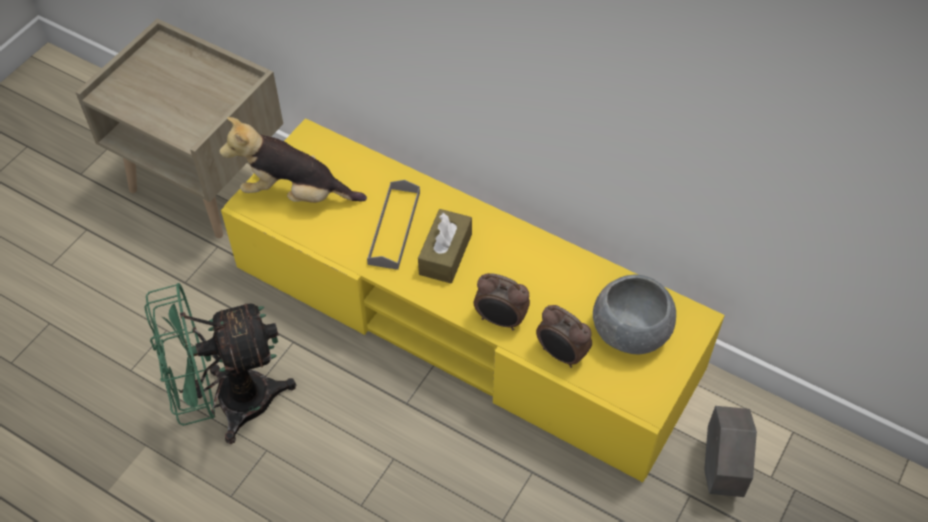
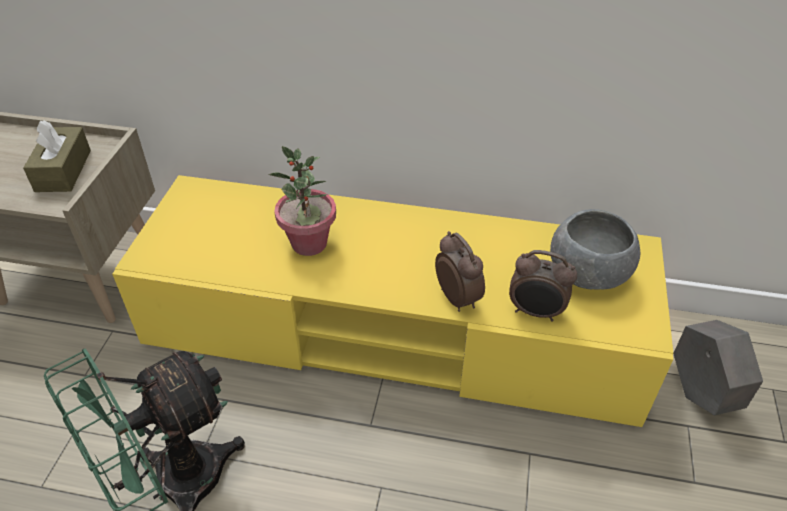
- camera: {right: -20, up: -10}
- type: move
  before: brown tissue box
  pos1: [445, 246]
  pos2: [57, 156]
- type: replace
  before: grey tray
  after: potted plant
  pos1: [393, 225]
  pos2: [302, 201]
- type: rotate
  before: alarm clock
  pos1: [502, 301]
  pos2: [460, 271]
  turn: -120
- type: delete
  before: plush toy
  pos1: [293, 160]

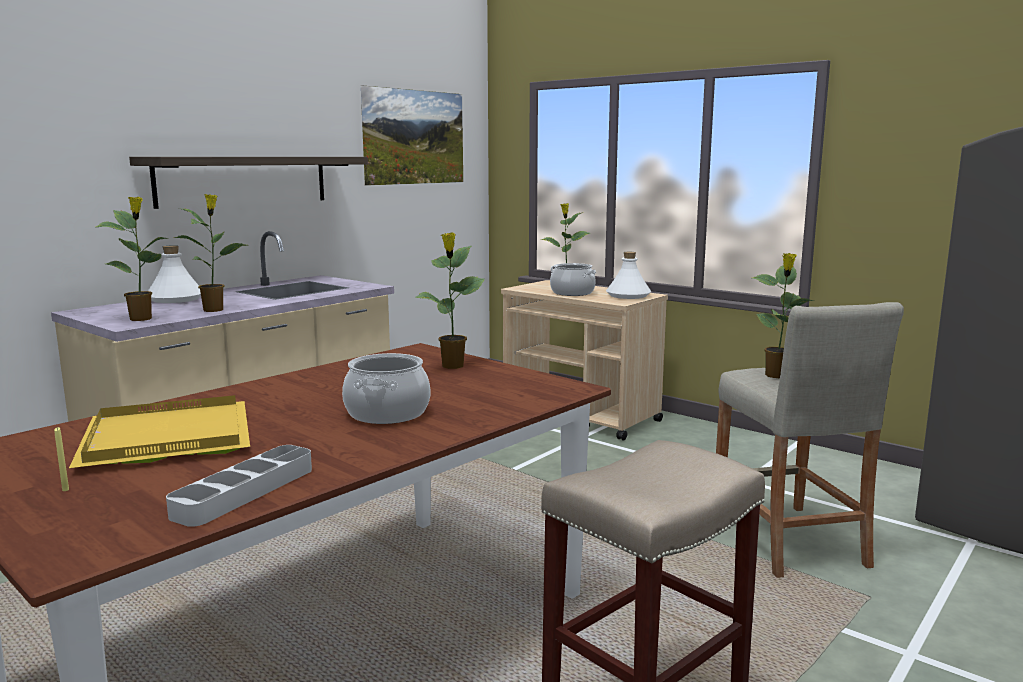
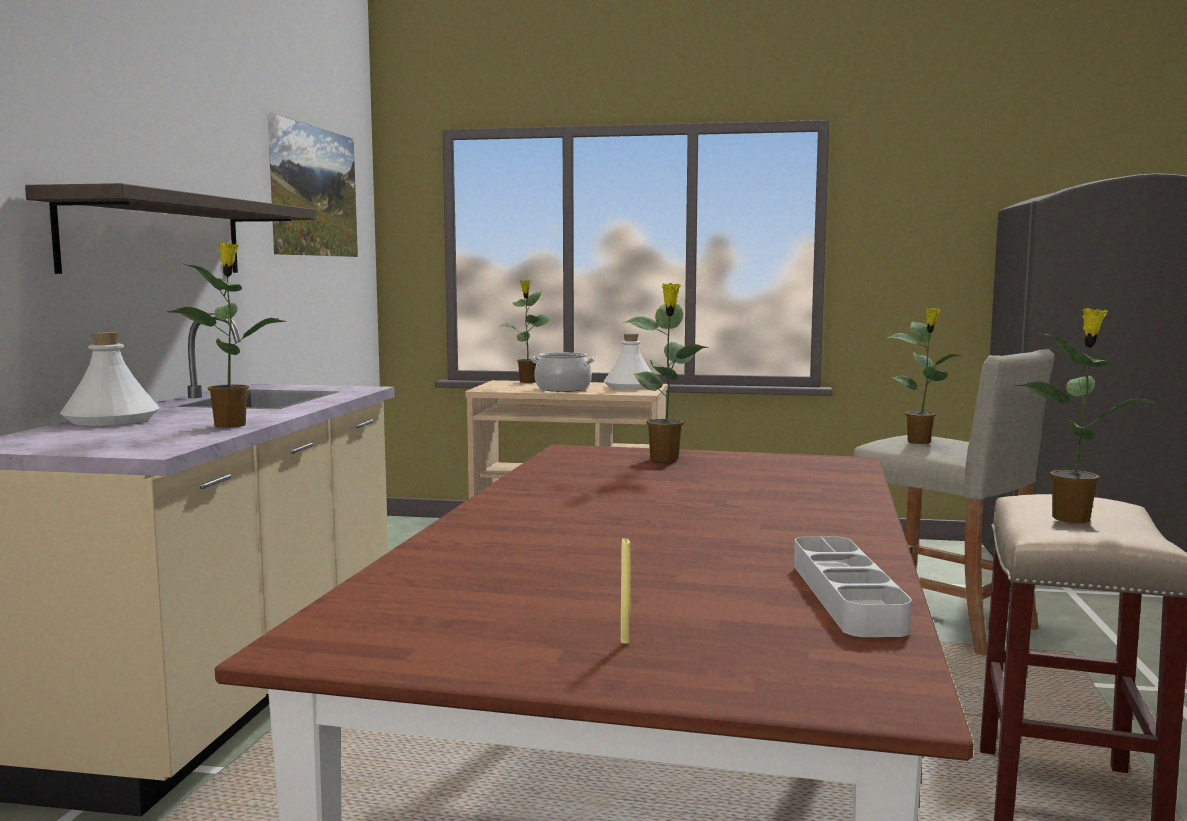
- camera: {right: -30, up: -5}
- type: move
  before: potted plant
  pos1: [131, 259]
  pos2: [1084, 415]
- type: delete
  before: yellow tray
  pos1: [159, 431]
- type: delete
  before: cooking pot
  pos1: [386, 388]

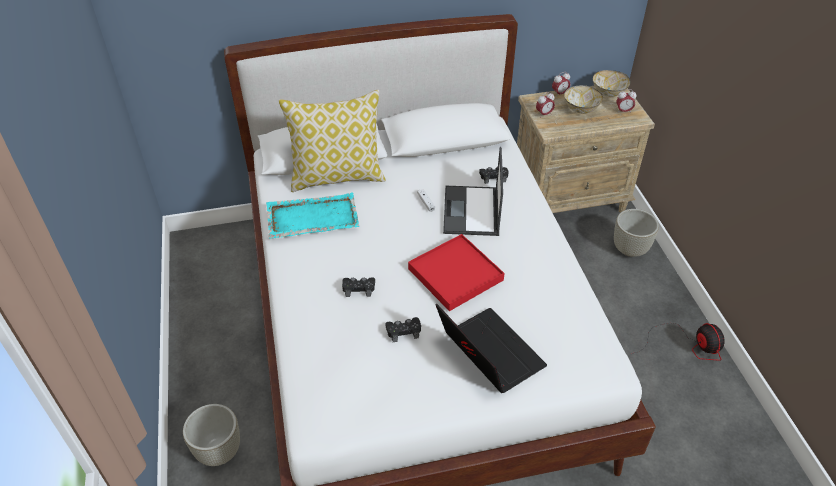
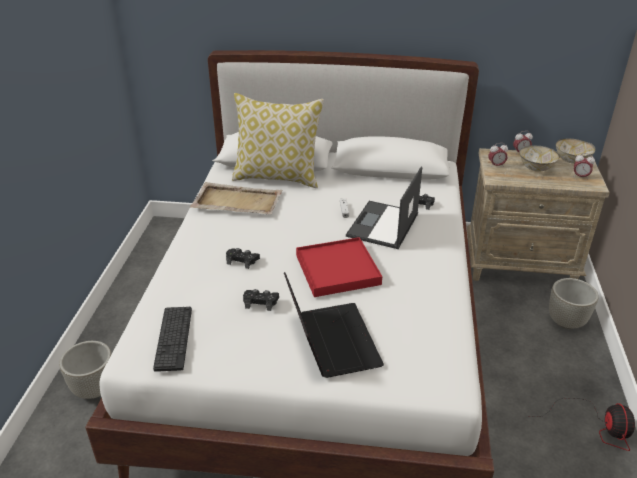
- camera: {right: 20, up: -10}
- type: insert
  after: keyboard
  pos2: [172, 339]
- type: recolor
  before: turquoise tray
  after: beige tray
  pos1: [313, 215]
  pos2: [236, 198]

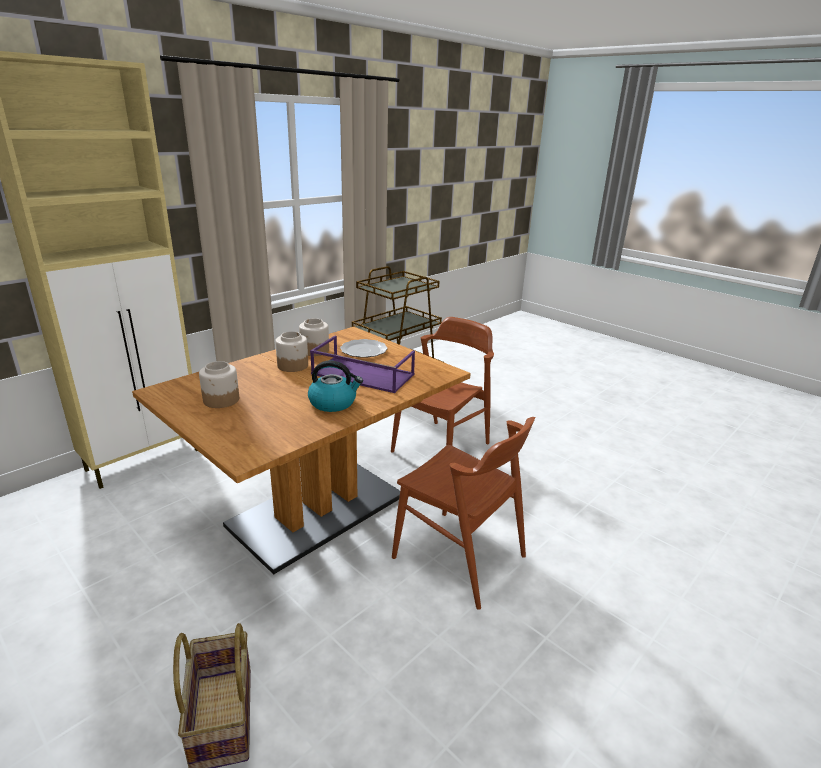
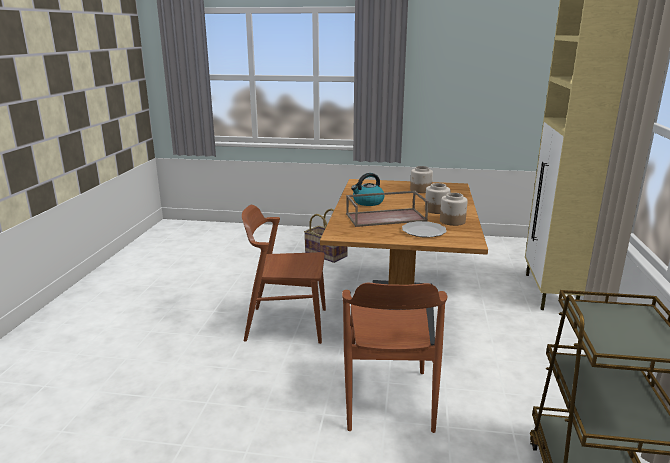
- camera: {right: 145, up: -5}
- type: recolor
  before: purple tray
  after: brown tray
  pos1: [362, 364]
  pos2: [387, 209]

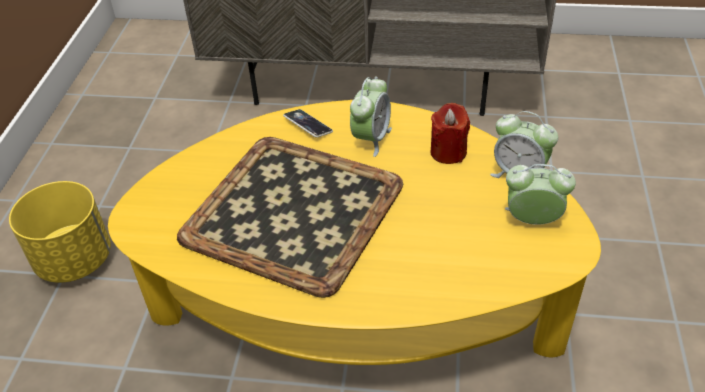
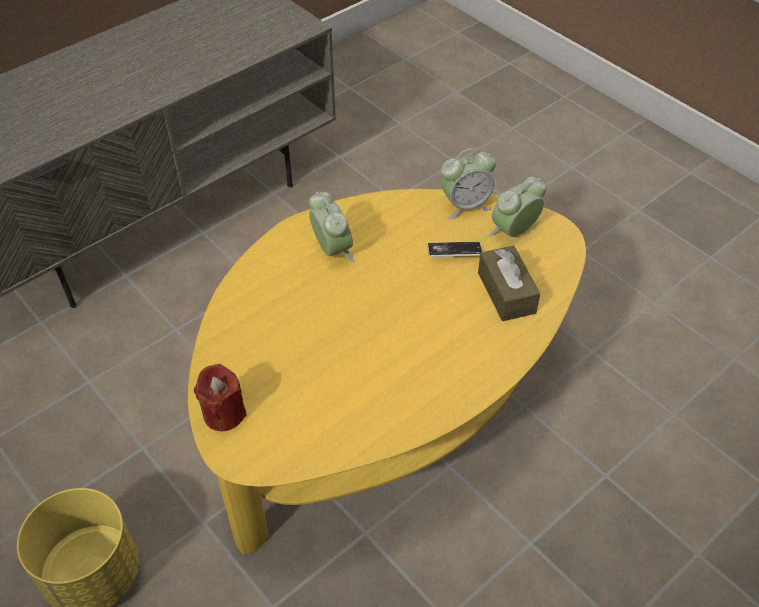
- camera: {right: -50, up: 5}
- type: move
  before: red candle
  pos1: [450, 133]
  pos2: [220, 397]
- type: move
  before: phone
  pos1: [308, 123]
  pos2: [455, 249]
- type: insert
  after: brown tissue box
  pos2: [509, 283]
- type: delete
  before: tray
  pos1: [290, 217]

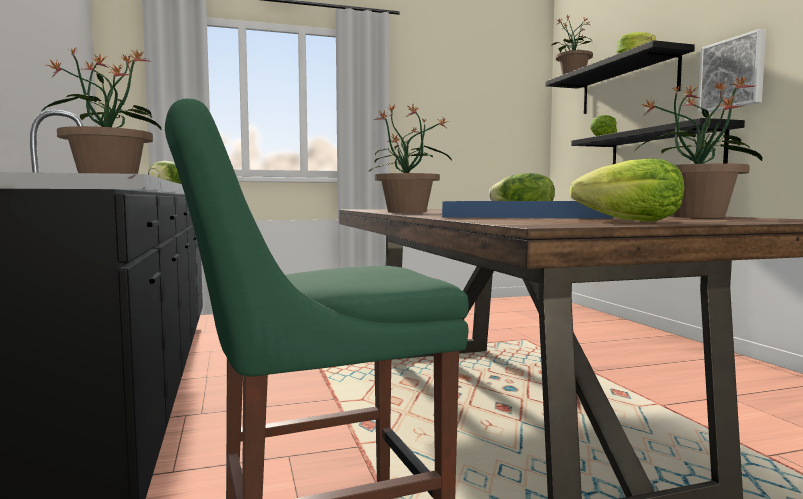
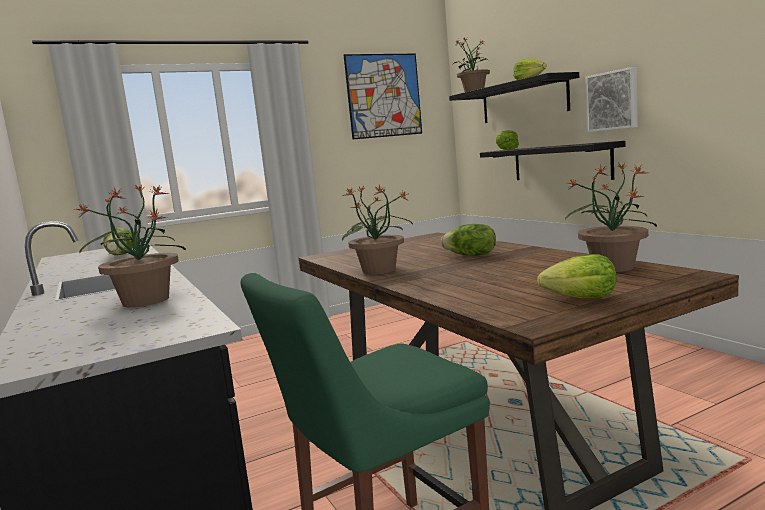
- camera: {right: -10, up: 5}
- type: insert
  after: picture
  pos2: [383, 97]
- type: delete
  before: blue tray
  pos1: [527, 210]

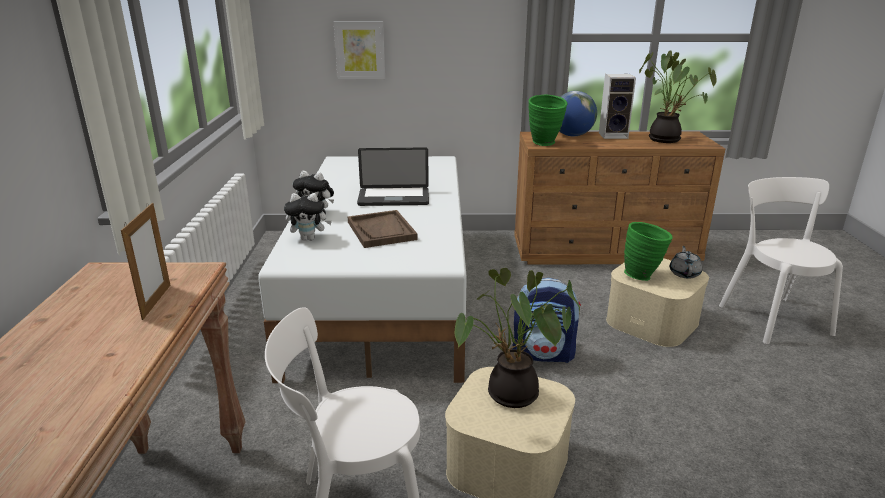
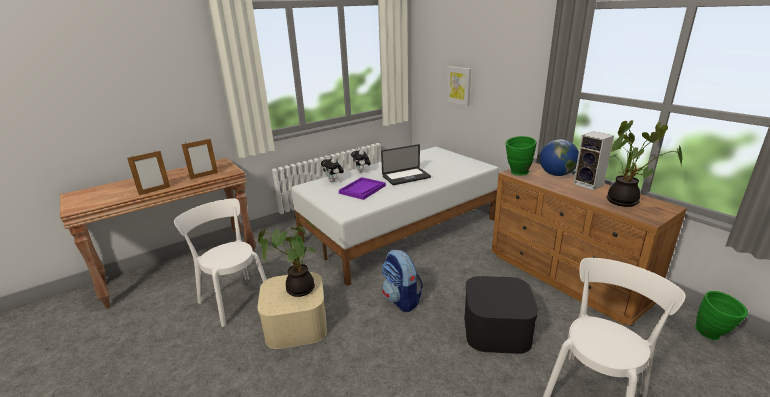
- camera: {right: 55, up: 0}
- type: insert
  after: picture frame
  pos2: [148, 172]
- type: recolor
  before: brown tray
  after: purple tray
  pos1: [383, 229]
  pos2: [362, 188]
- type: rotate
  before: laptop
  pos1: [393, 177]
  pos2: [406, 164]
  turn: -75
- type: recolor
  before: beige storage box
  after: black storage box
  pos1: [657, 302]
  pos2: [501, 315]
- type: move
  before: green vase
  pos1: [648, 251]
  pos2: [721, 315]
- type: delete
  before: grey teapot
  pos1: [686, 262]

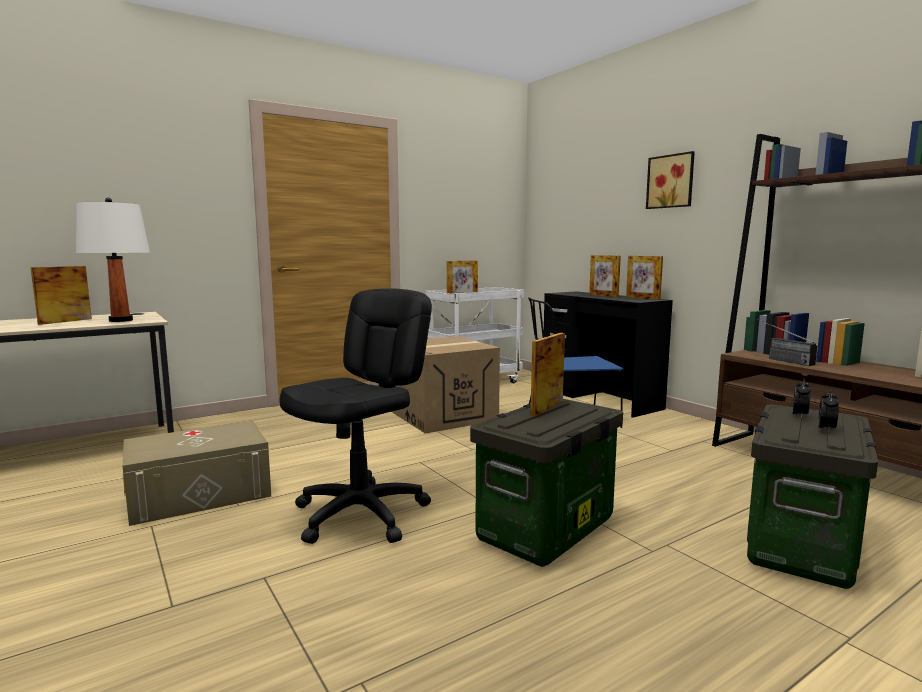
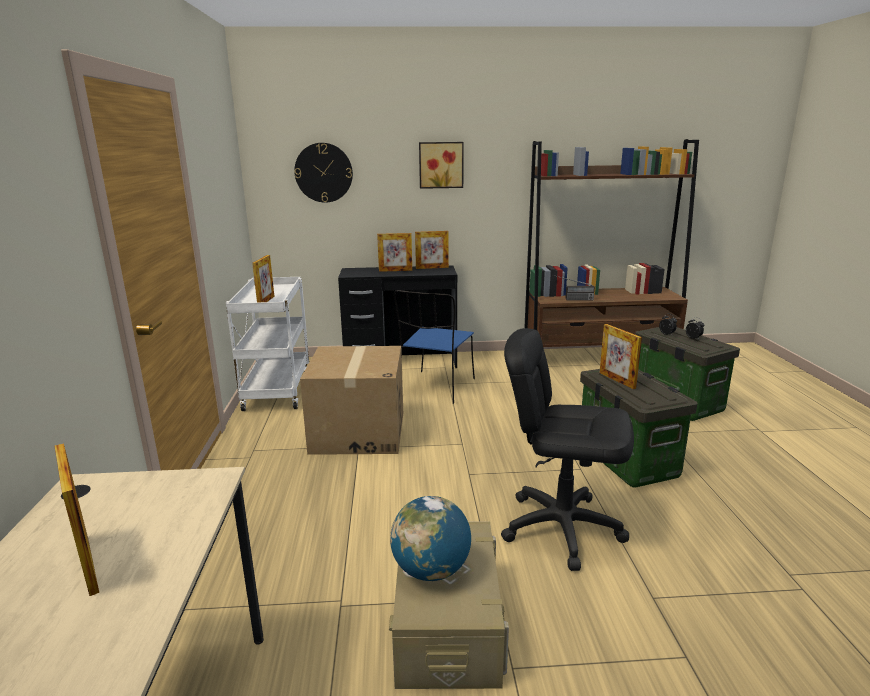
- camera: {right: -60, up: 10}
- type: insert
  after: wall clock
  pos2: [323, 173]
- type: insert
  after: globe
  pos2: [430, 538]
- type: rotate
  before: black office chair
  pos1: [355, 416]
  pos2: [567, 449]
  turn: -45
- type: delete
  before: white table lamp
  pos1: [113, 260]

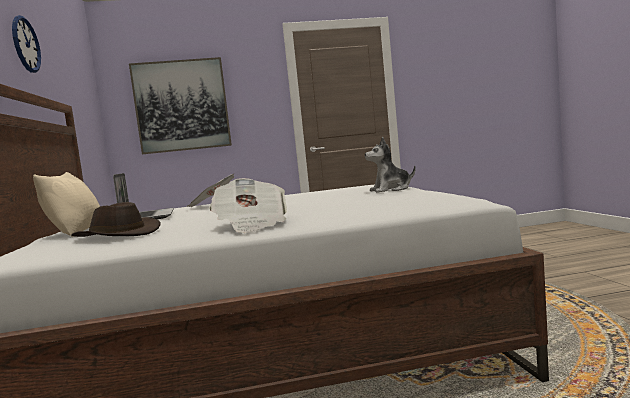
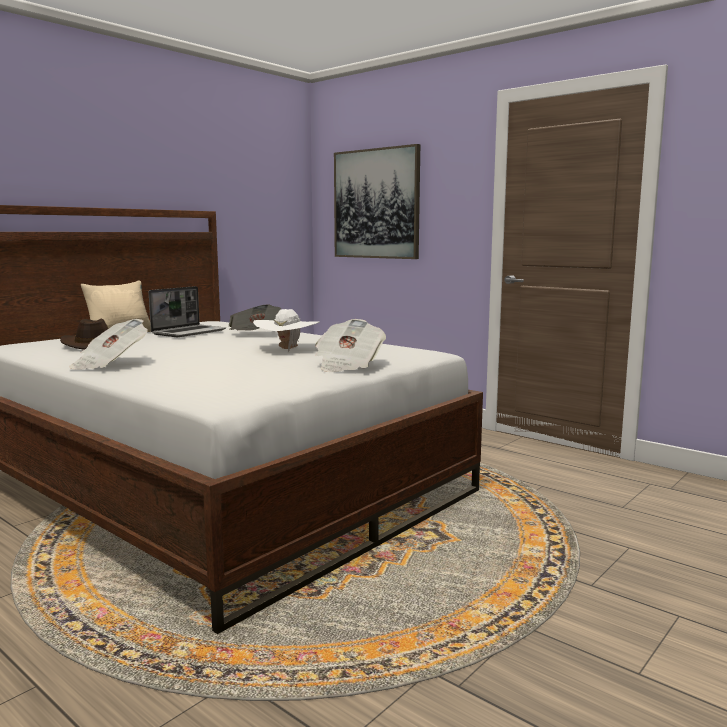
- camera: {right: 50, up: 5}
- type: insert
  after: white hat
  pos2: [286, 330]
- type: replace
  before: plush toy
  after: newspaper
  pos1: [390, 165]
  pos2: [350, 345]
- type: delete
  before: wall clock
  pos1: [26, 44]

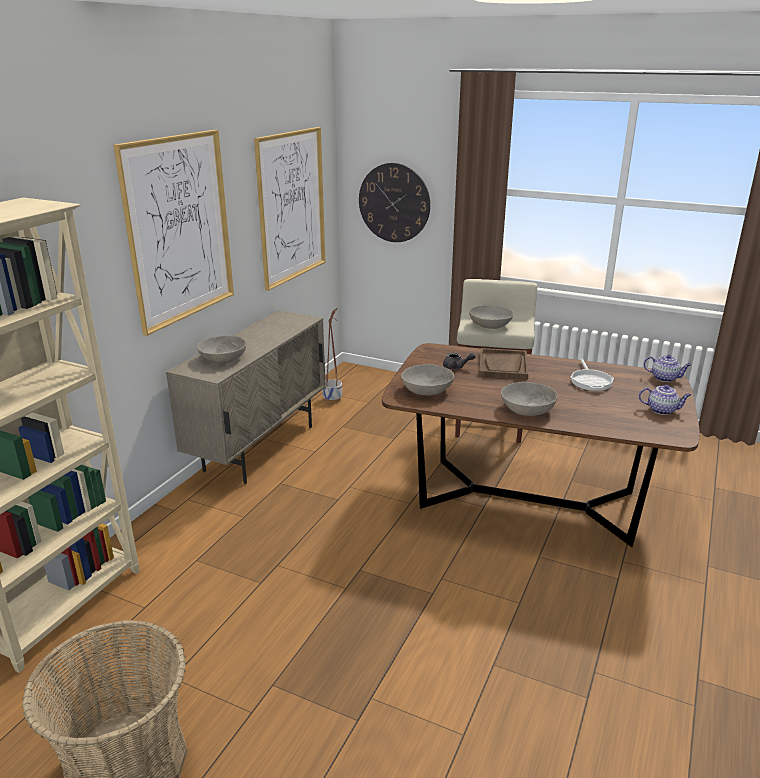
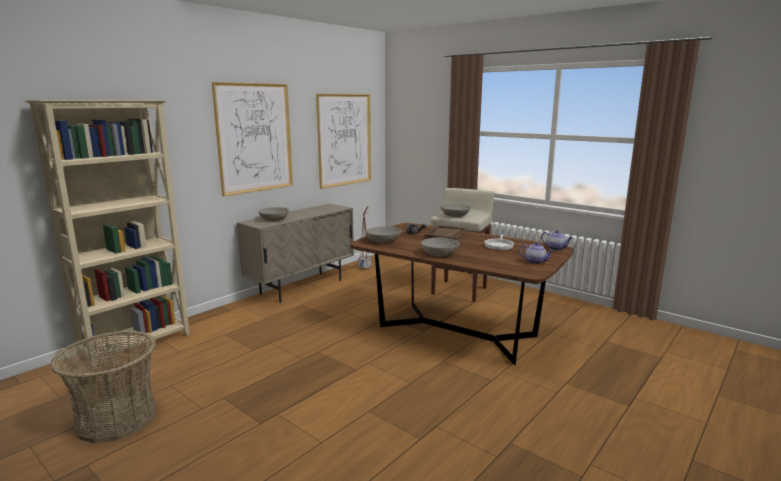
- camera: {right: 15, up: -10}
- type: delete
  before: wall clock
  pos1: [394, 202]

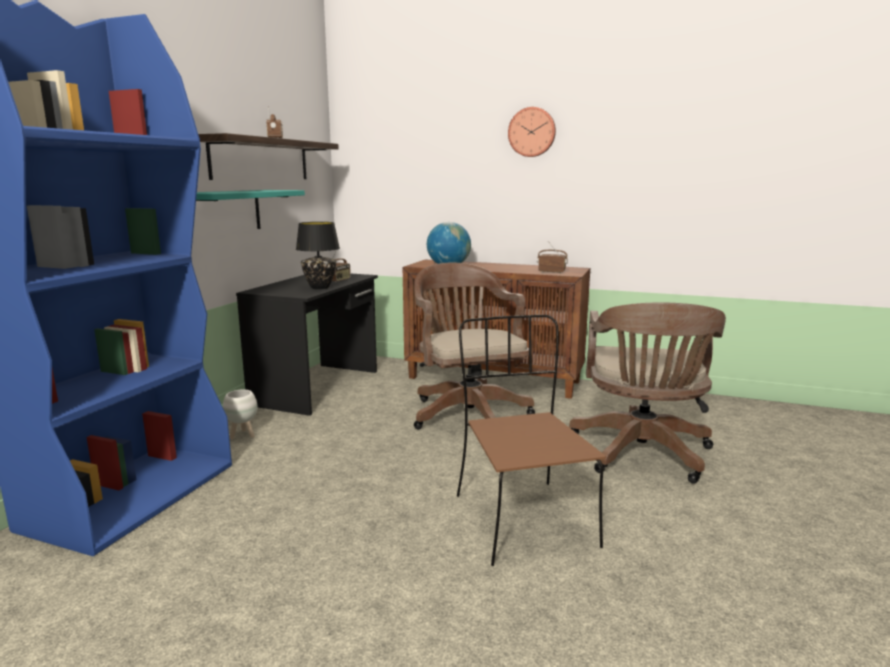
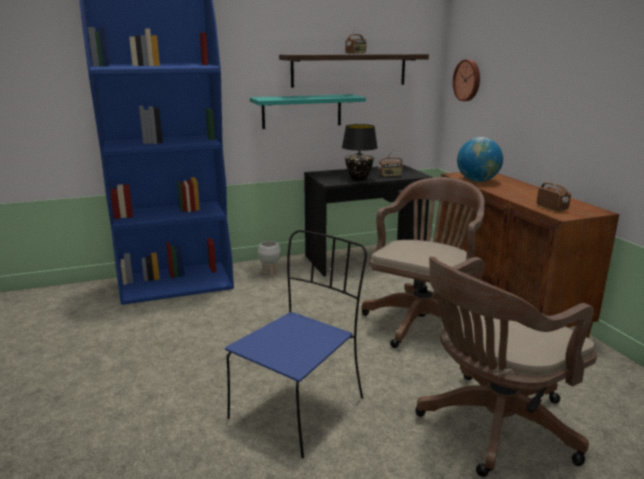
- camera: {right: 50, up: 5}
- type: recolor
  before: brown chair
  after: blue chair
  pos1: [531, 440]
  pos2: [296, 344]
- type: move
  before: wall clock
  pos1: [532, 132]
  pos2: [466, 80]

